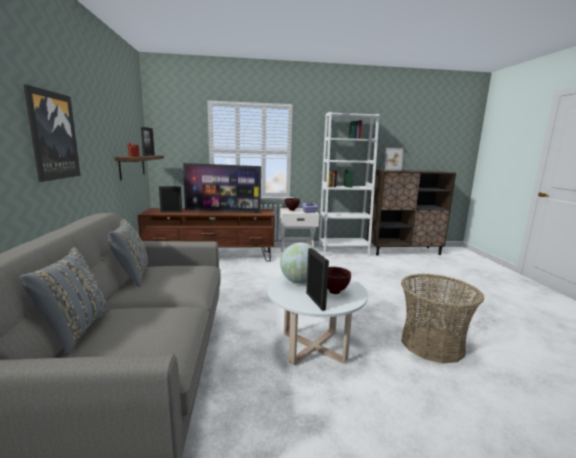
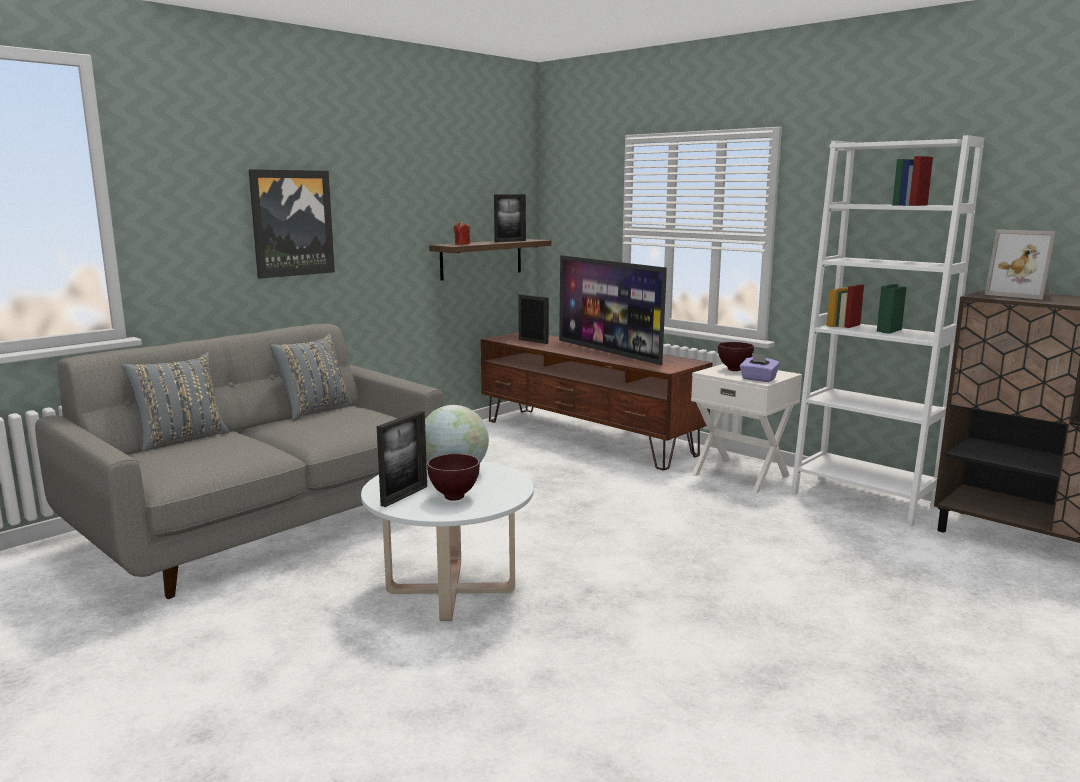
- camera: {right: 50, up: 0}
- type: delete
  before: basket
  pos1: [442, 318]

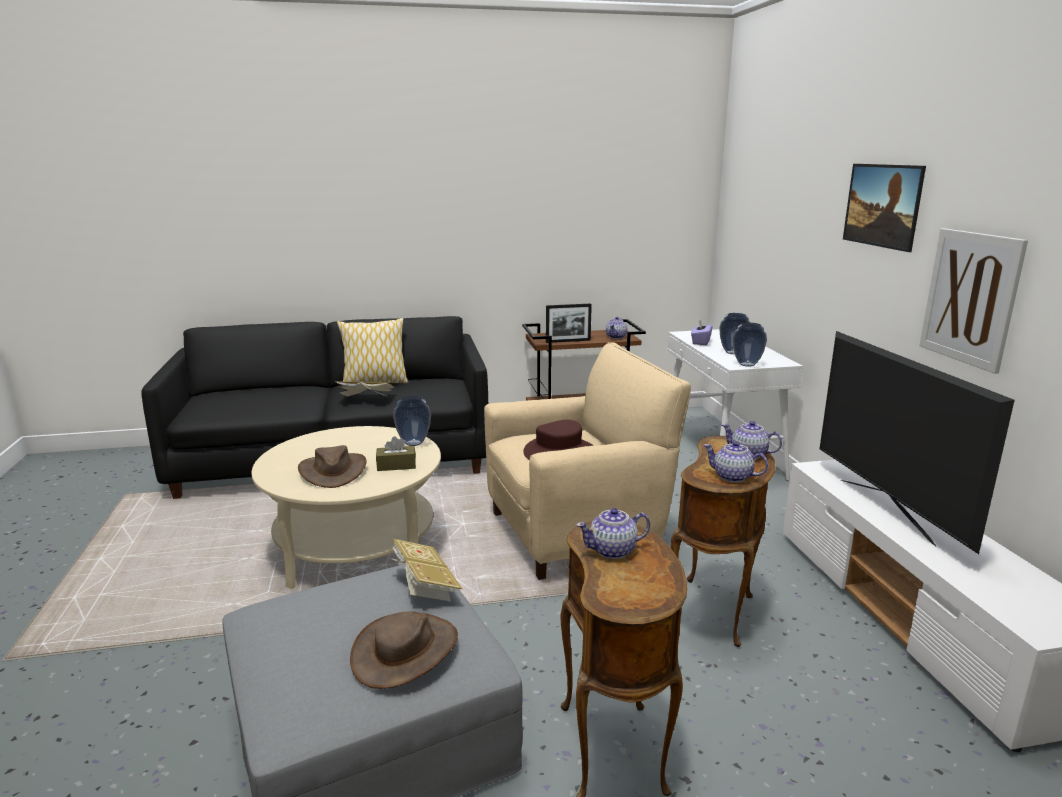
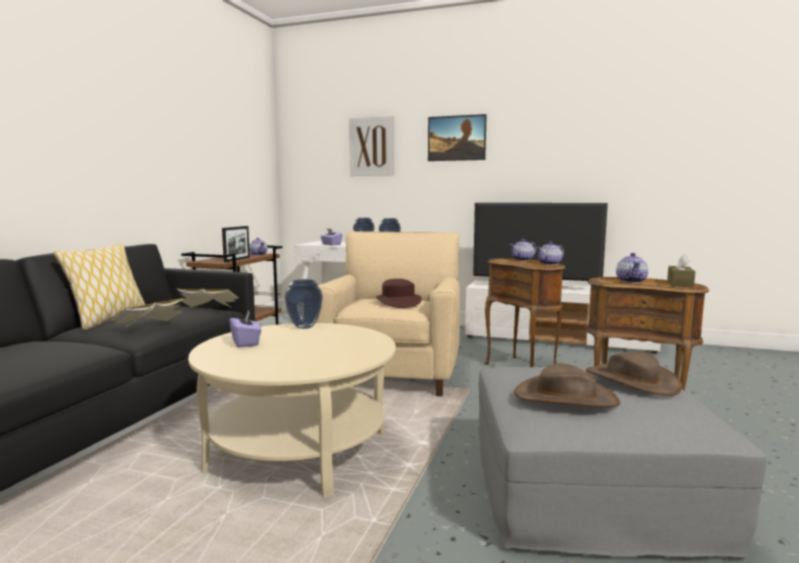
- camera: {right: -60, up: -10}
- type: move
  before: book
  pos1: [426, 570]
  pos2: [208, 298]
- type: insert
  after: purple tissue box
  pos2: [245, 328]
- type: move
  before: picture
  pos1: [973, 301]
  pos2: [371, 146]
- type: move
  before: brown hat
  pos1: [332, 466]
  pos2: [567, 385]
- type: move
  before: brown tissue box
  pos1: [396, 453]
  pos2: [681, 270]

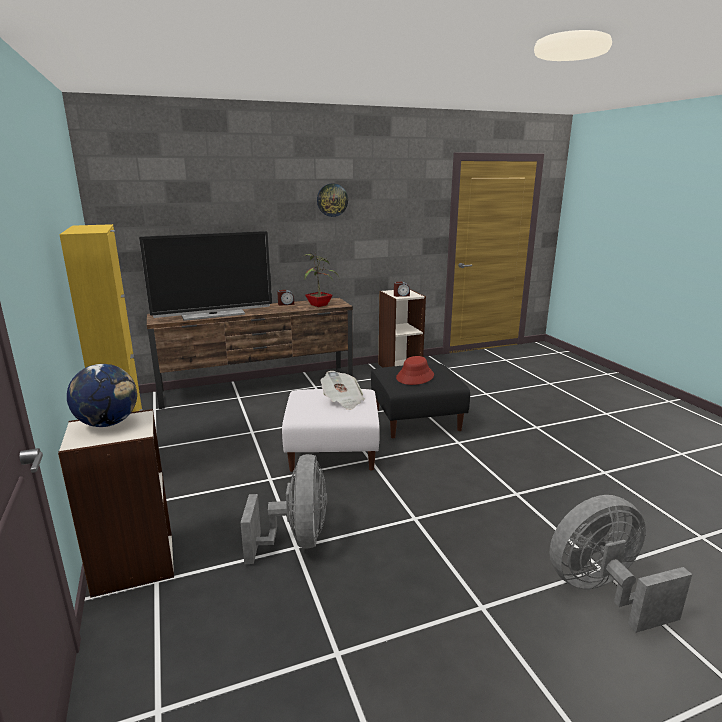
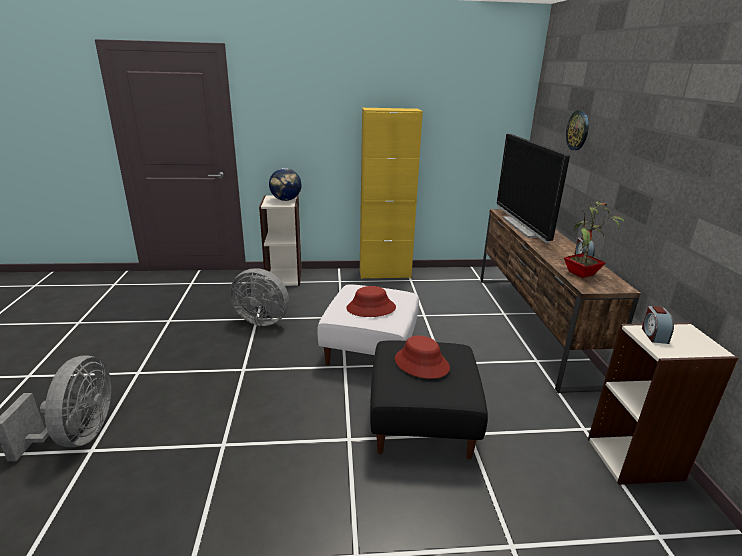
- camera: {right: 105, up: 5}
- type: replace
  before: newspaper
  after: red hat
  pos1: [342, 390]
  pos2: [371, 301]
- type: move
  before: wall clock
  pos1: [332, 200]
  pos2: [577, 130]

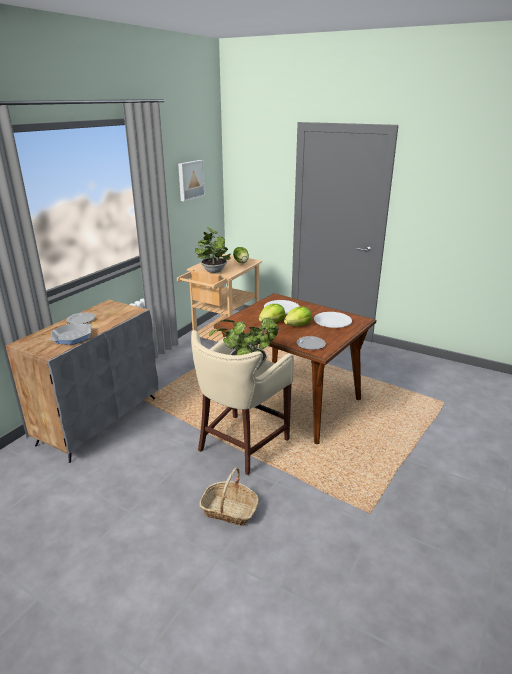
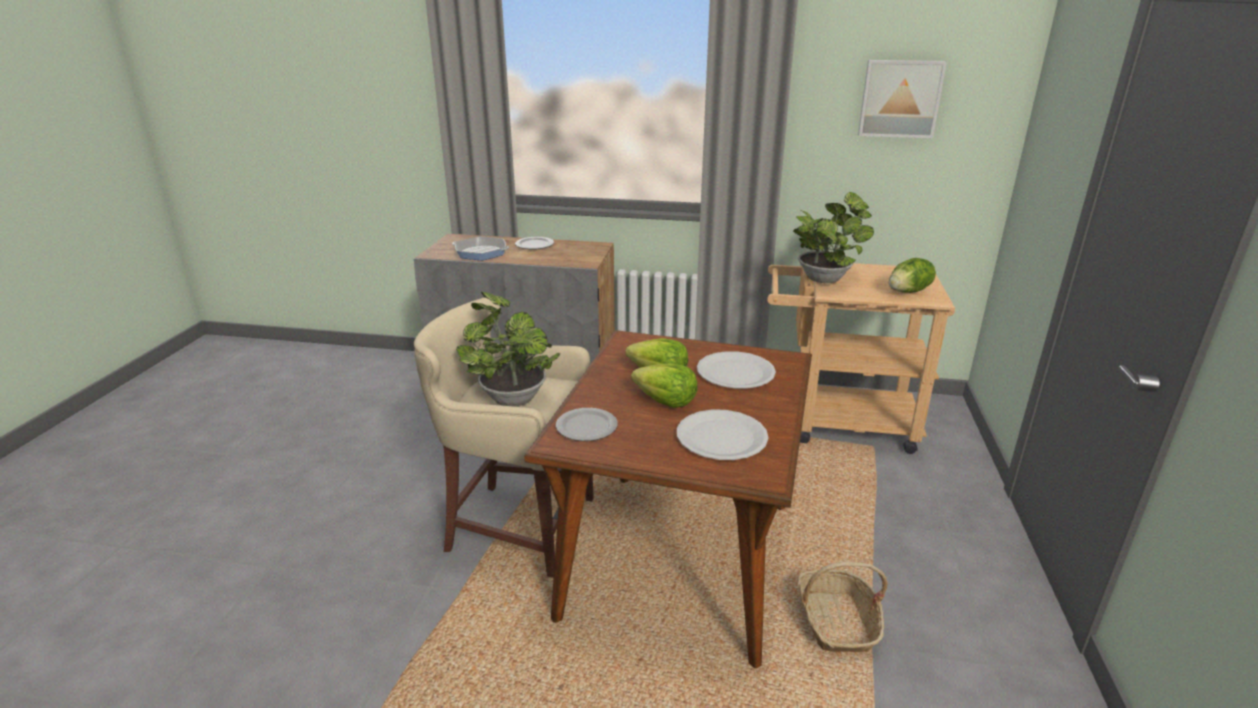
- camera: {right: 70, up: 0}
- type: move
  before: basket
  pos1: [229, 496]
  pos2: [843, 607]

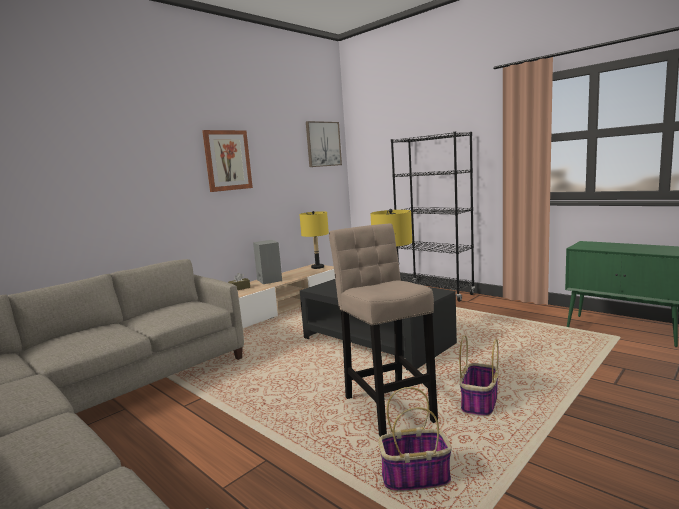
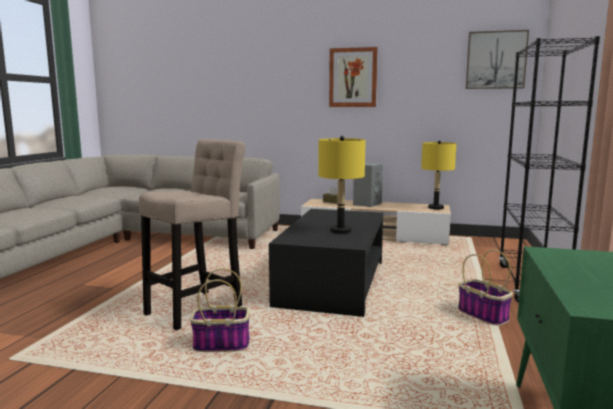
- camera: {right: 60, up: 0}
- type: move
  before: basket
  pos1: [415, 439]
  pos2: [485, 288]

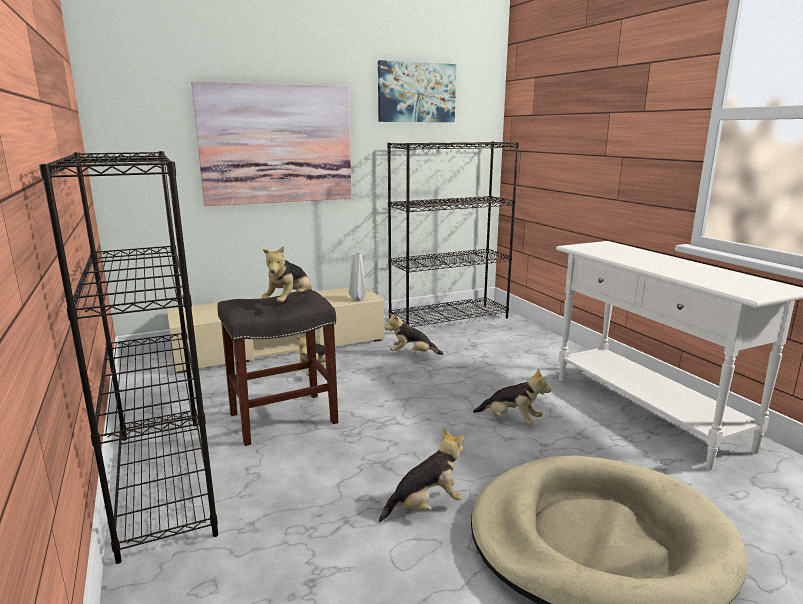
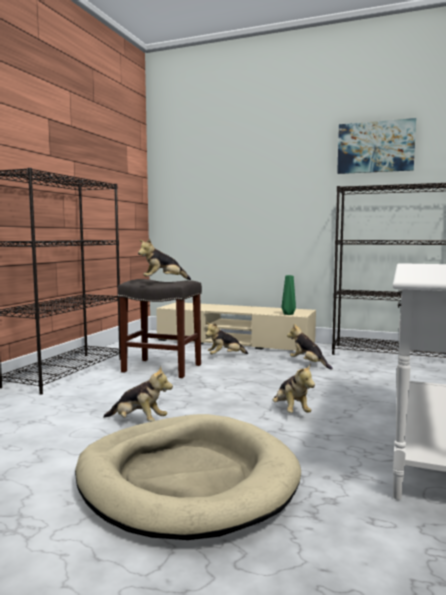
- camera: {right: 45, up: -10}
- type: recolor
  before: grey vase
  after: green vase
  pos1: [357, 277]
  pos2: [289, 295]
- type: delete
  before: picture
  pos1: [271, 143]

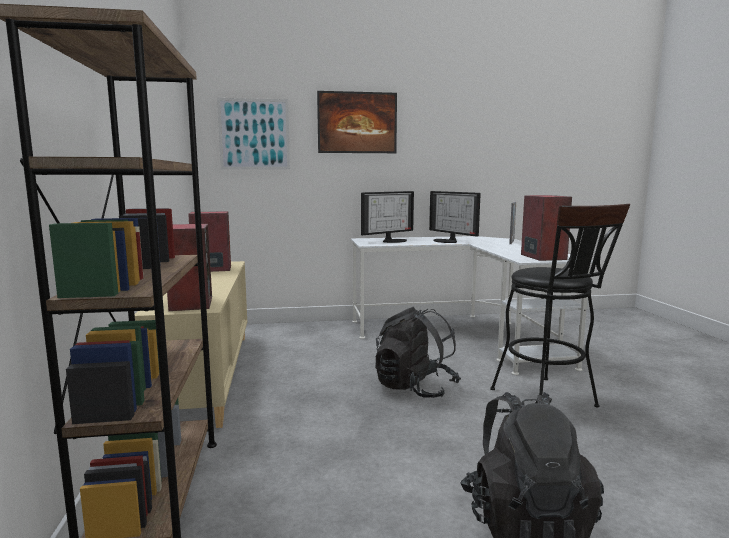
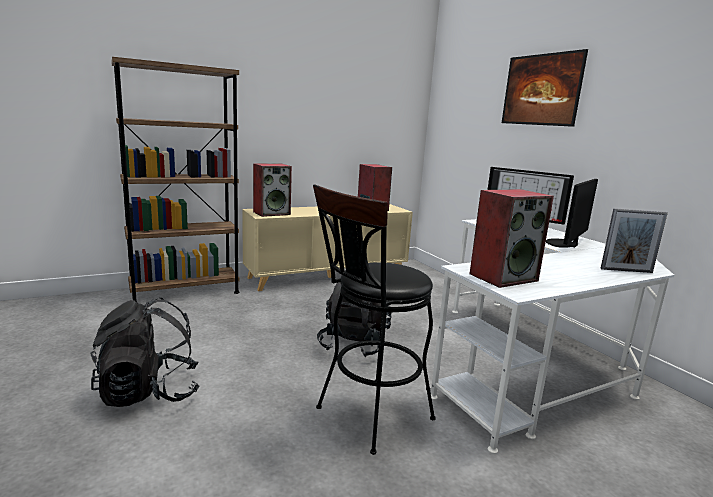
- camera: {right: 70, up: 5}
- type: delete
  before: picture
  pos1: [253, 134]

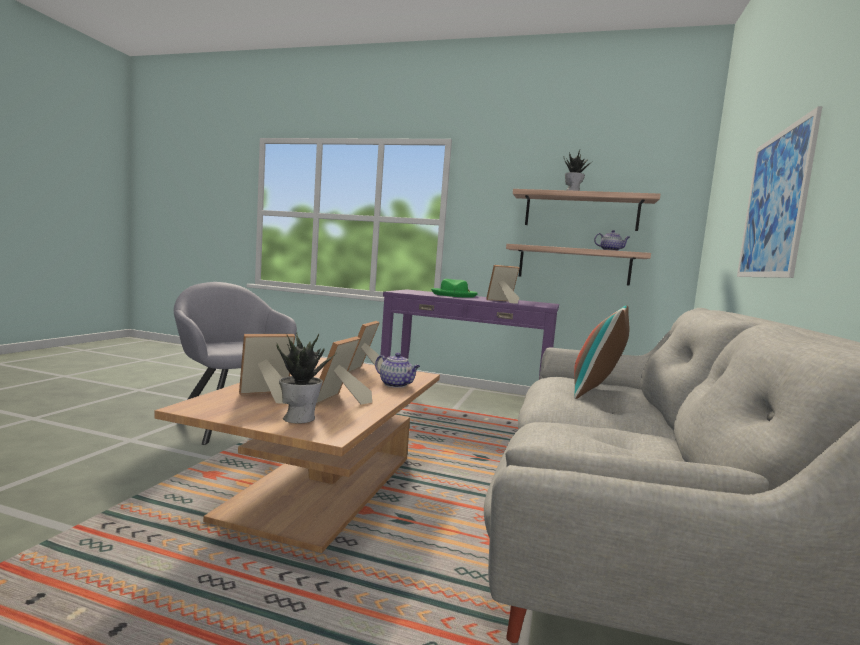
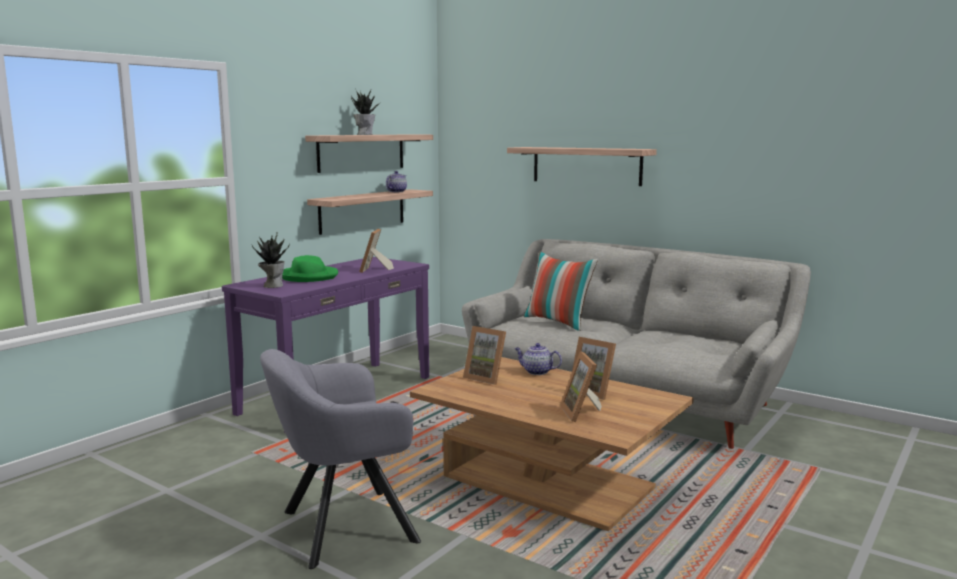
- camera: {right: -70, up: 5}
- type: move
  before: potted plant
  pos1: [306, 378]
  pos2: [271, 260]
- type: replace
  before: picture
  after: shelf
  pos1: [779, 192]
  pos2: [582, 166]
- type: rotate
  before: teapot
  pos1: [397, 370]
  pos2: [538, 359]
  turn: -120

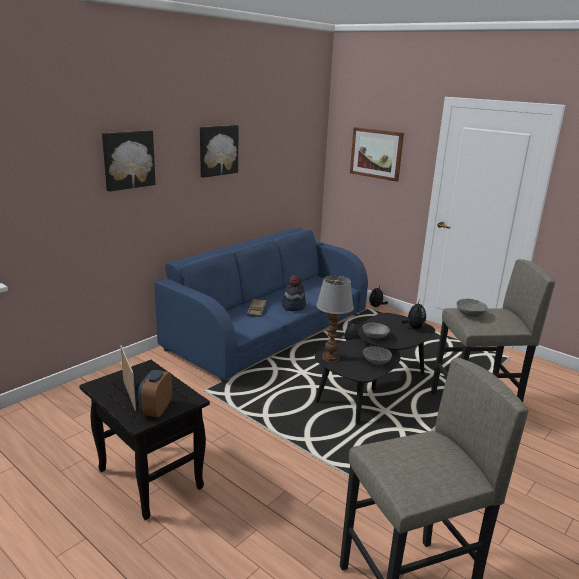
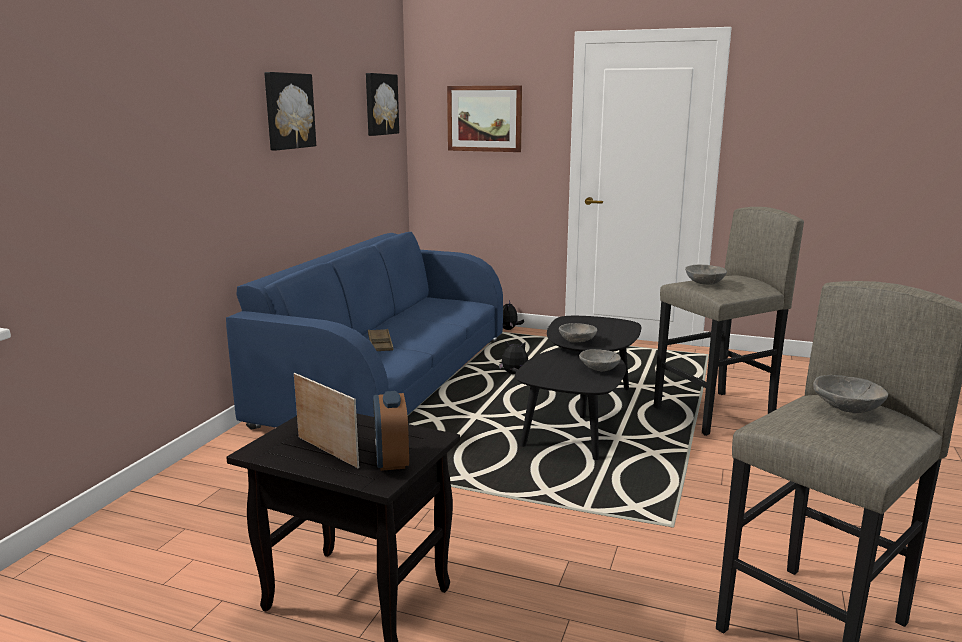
- camera: {right: -20, up: -5}
- type: move
  before: picture
  pos1: [129, 160]
  pos2: [382, 104]
- type: insert
  after: grey bowl
  pos2: [850, 394]
- type: delete
  before: hat
  pos1: [294, 293]
- type: delete
  before: table lamp
  pos1: [335, 319]
- type: delete
  before: plush toy
  pos1: [413, 314]

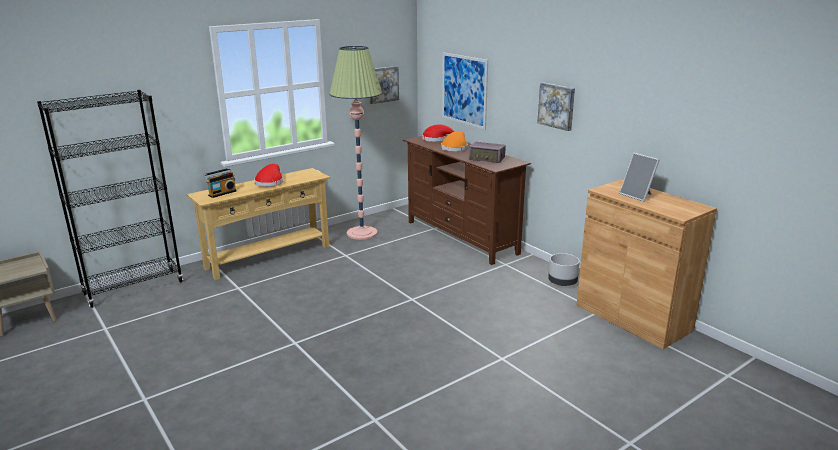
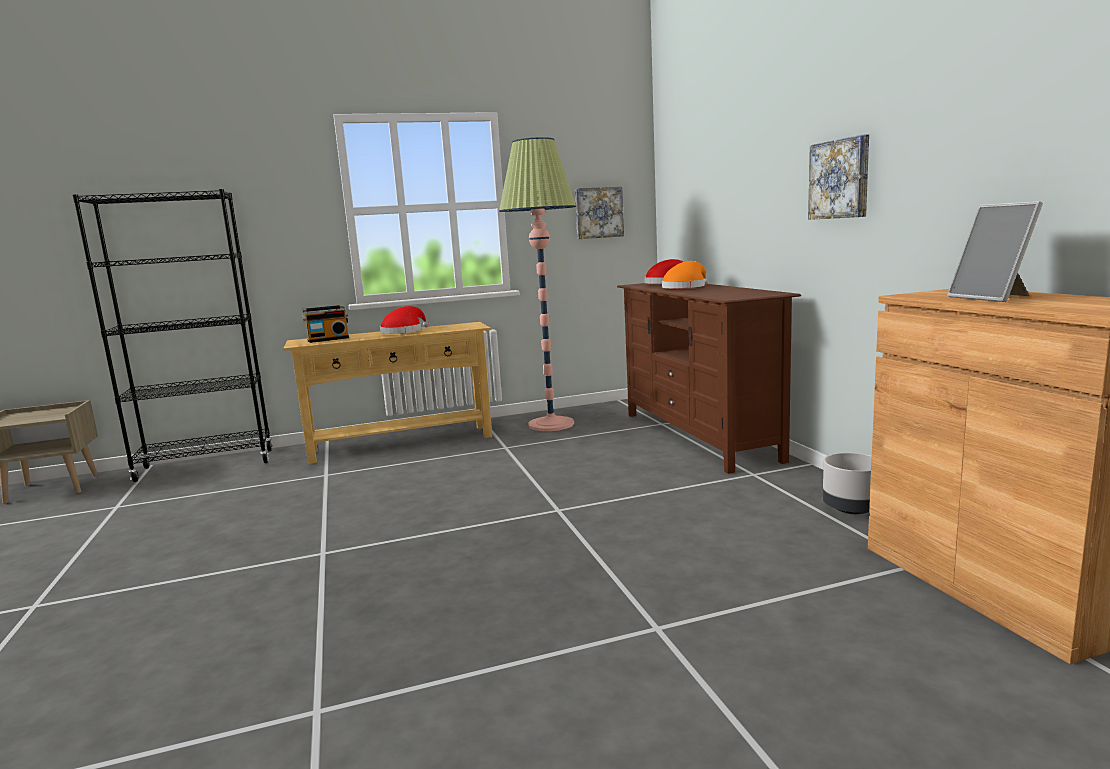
- camera: {right: 20, up: -10}
- type: delete
  before: picture
  pos1: [465, 91]
- type: delete
  before: radio
  pos1: [487, 152]

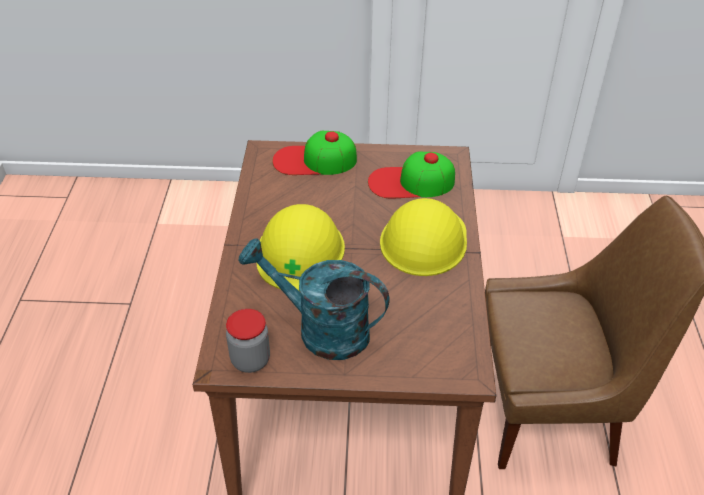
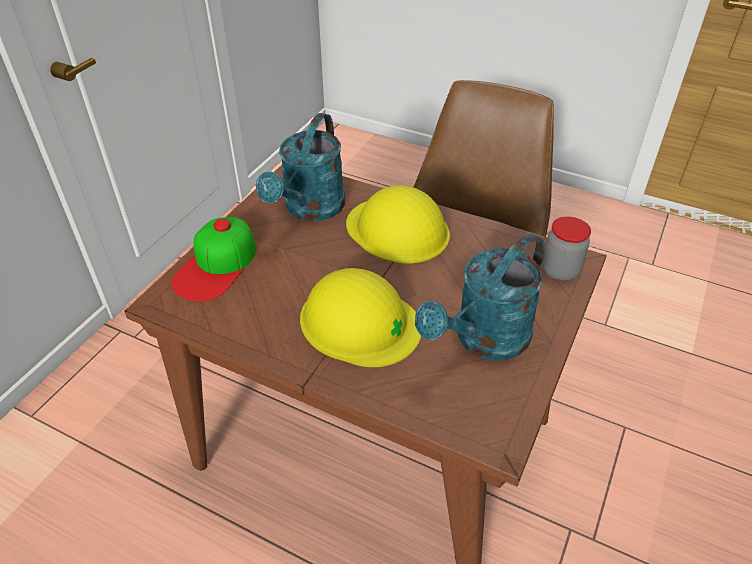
- camera: {right: -65, up: 0}
- type: replace
  before: cap
  after: turquoise watering can
  pos1: [411, 175]
  pos2: [300, 167]
- type: move
  before: jar
  pos1: [248, 341]
  pos2: [566, 249]

